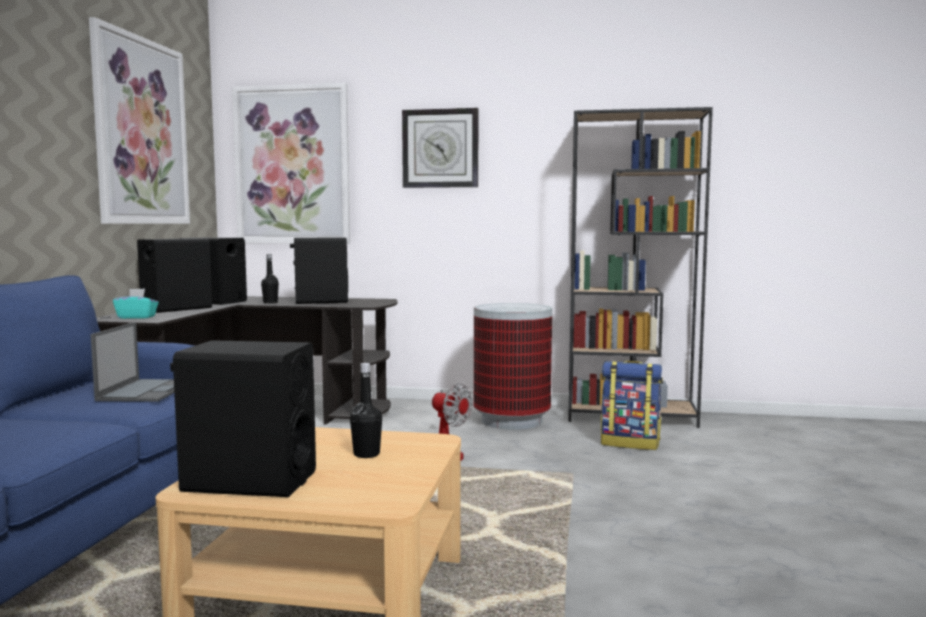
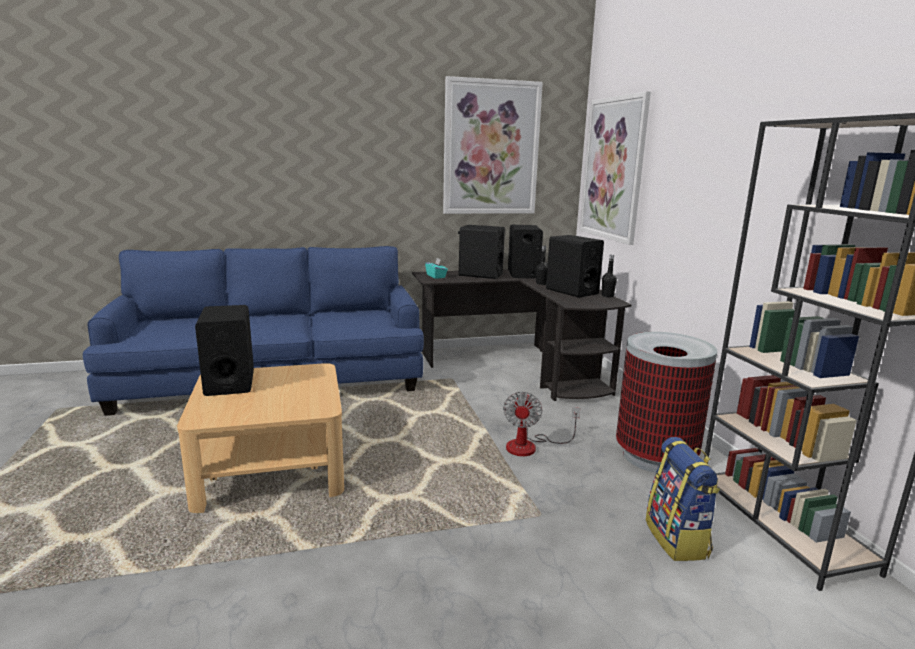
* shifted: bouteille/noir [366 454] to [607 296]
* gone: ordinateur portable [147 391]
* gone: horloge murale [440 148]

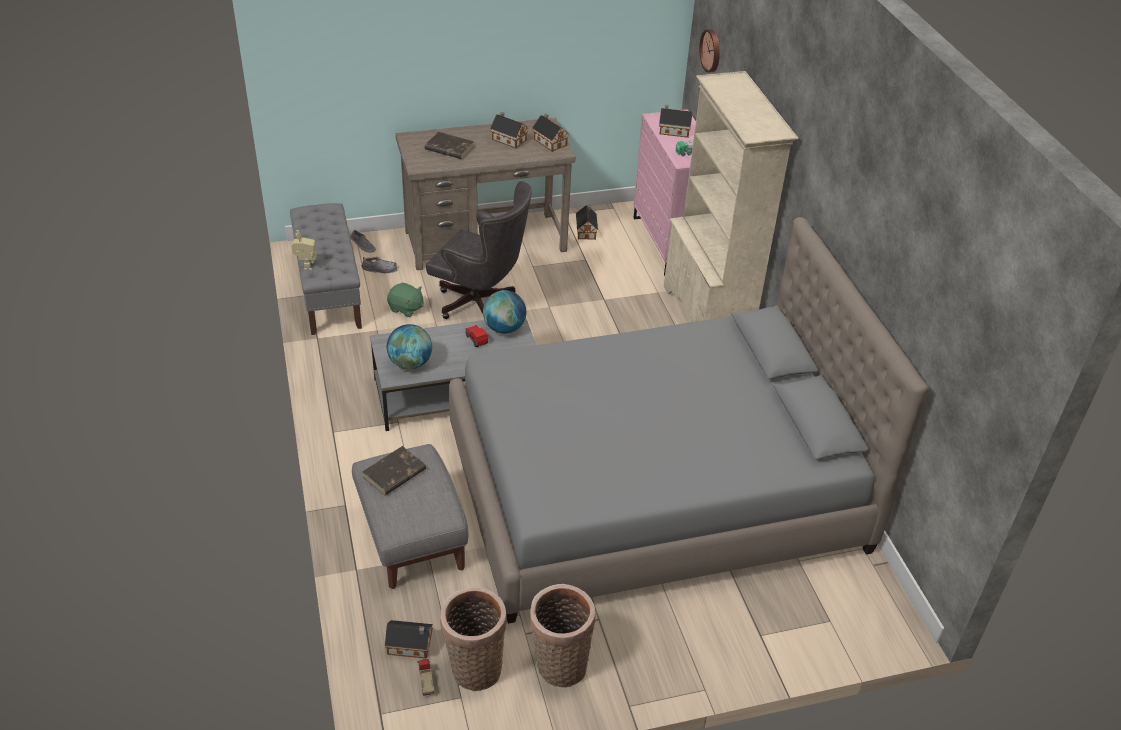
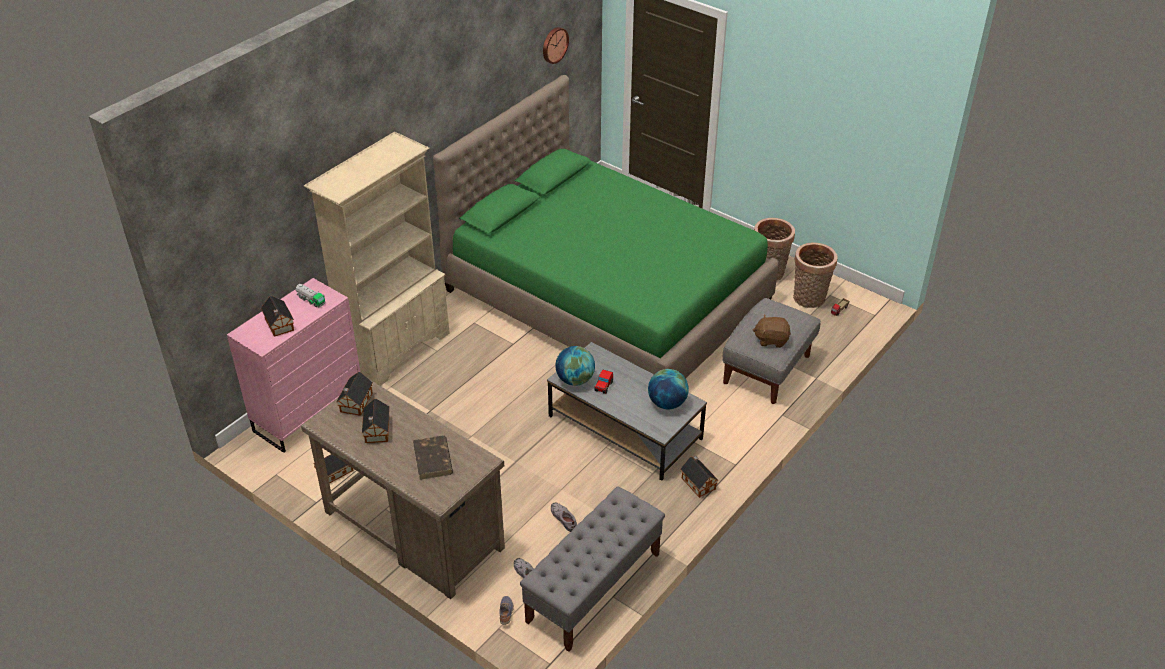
* repainted: lit/gris [655 489] to lit/vert [607 296]
* shifted: horloge murale [711 50] to [554 45]
* swapped: peluche/vert [406 308] to chaussure/gris [563 518]
* shifted: maison miniature [411 646] to [697 482]
* swapped: livre/marron [394 474] to peluche/marron [771 339]
* gone: robot jouet [306 266]
* gone: chaise de bureau/gris [480 305]

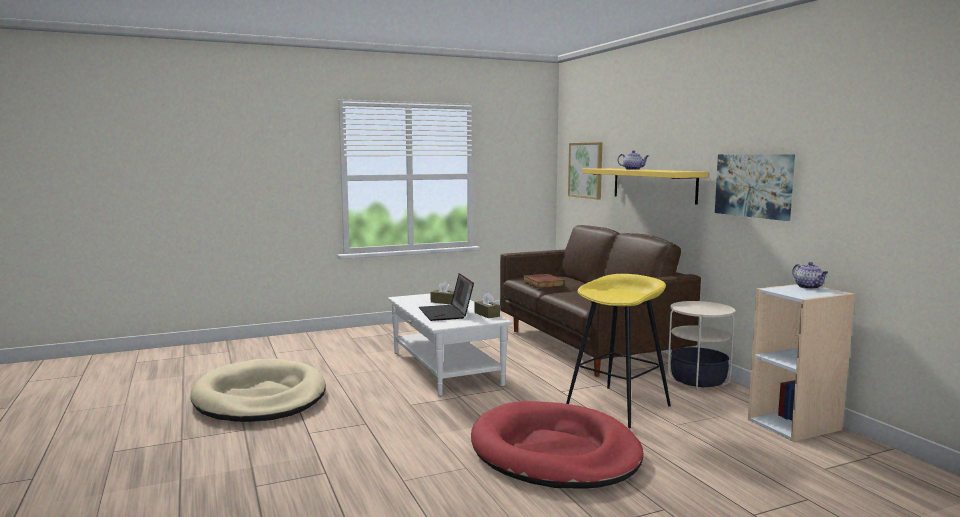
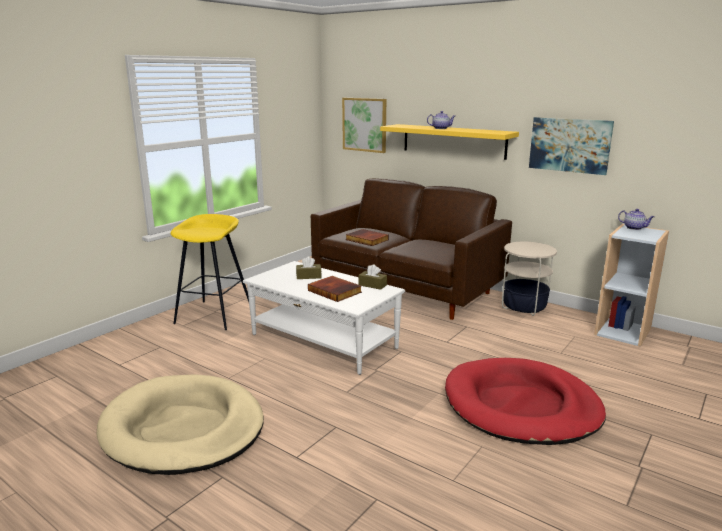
* shifted: tabouret/jaune [618 406] to [214 315]
* swapped: ordinateur portable [446 313] to livre [335 291]

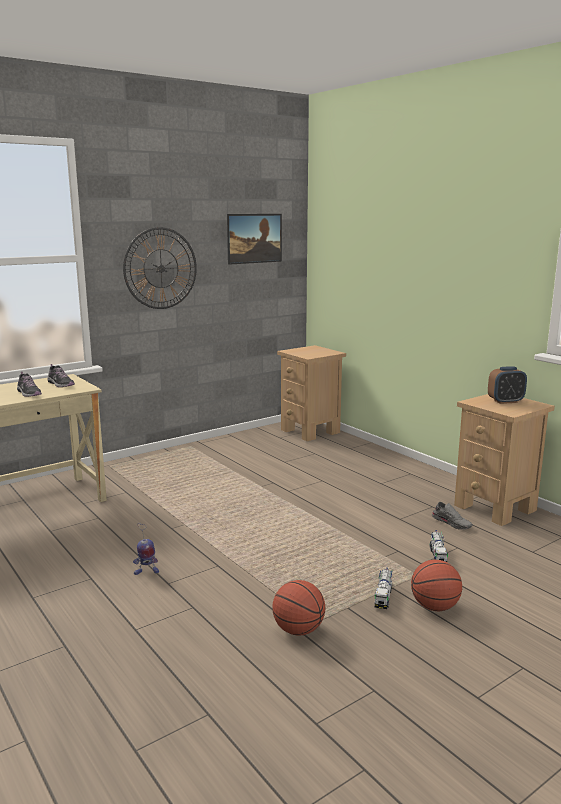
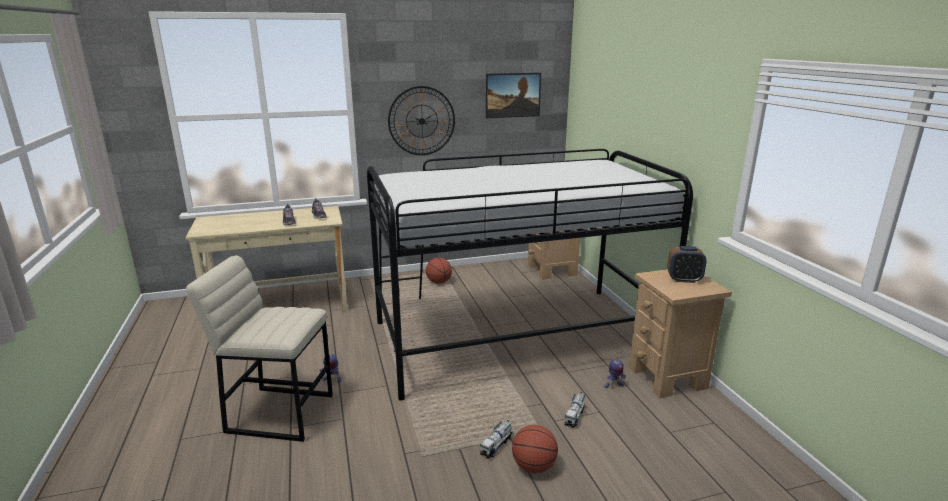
* new: chaise/beige [278 413]
* new: lit/noir [512 336]
* shifted: ballon de basket [298 630] to [439 282]
* swapped: chaussure/gris [452 523] to robot jouet [613 385]

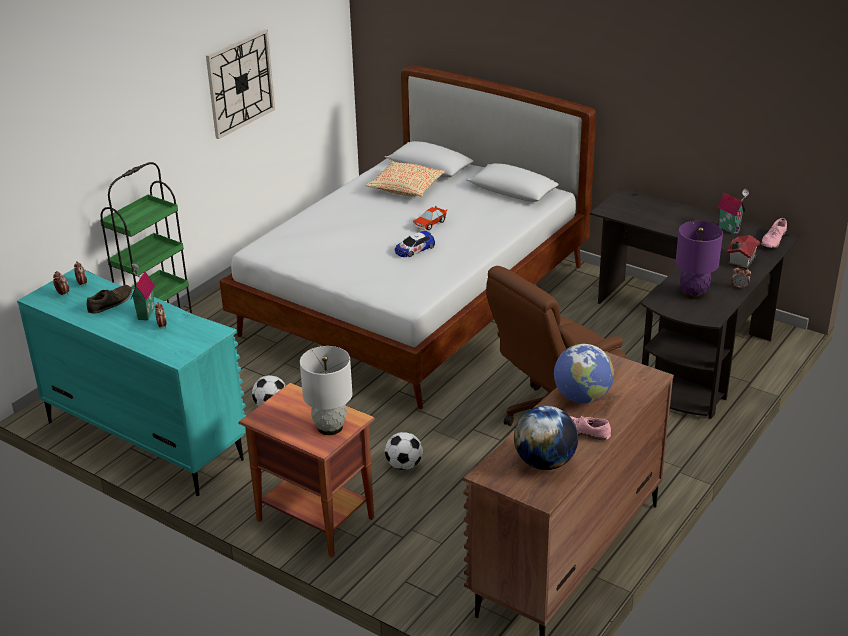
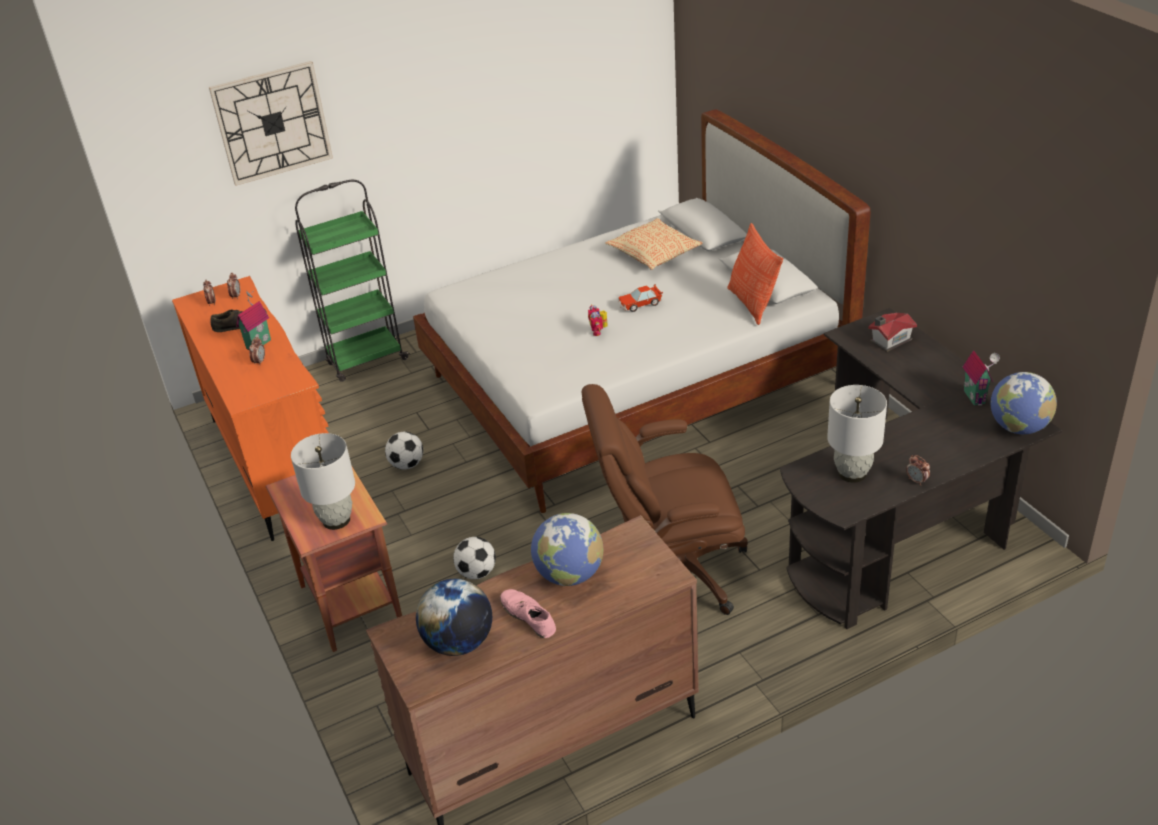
* repainted: commode/turquoise [145 439] to commode/orange [275 465]
* shifted: horloge murale [240 83] to [272 123]
* swapped: petite voiture [414 249] to robot jouet [599 331]
* new: coussin/orange [753 304]
* repainted: lampe de table/violet [693 293] to lampe de table/blanc [852 473]
* shifted: maison miniature [740 260] to [889 340]
* swapped: chaussure/rose [773 240] to globe [1018 427]

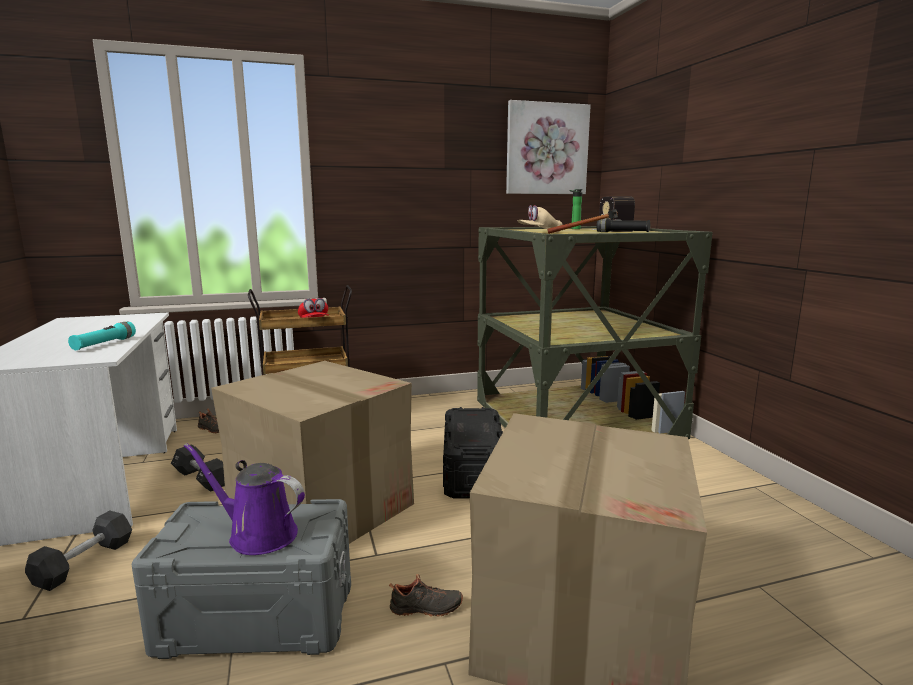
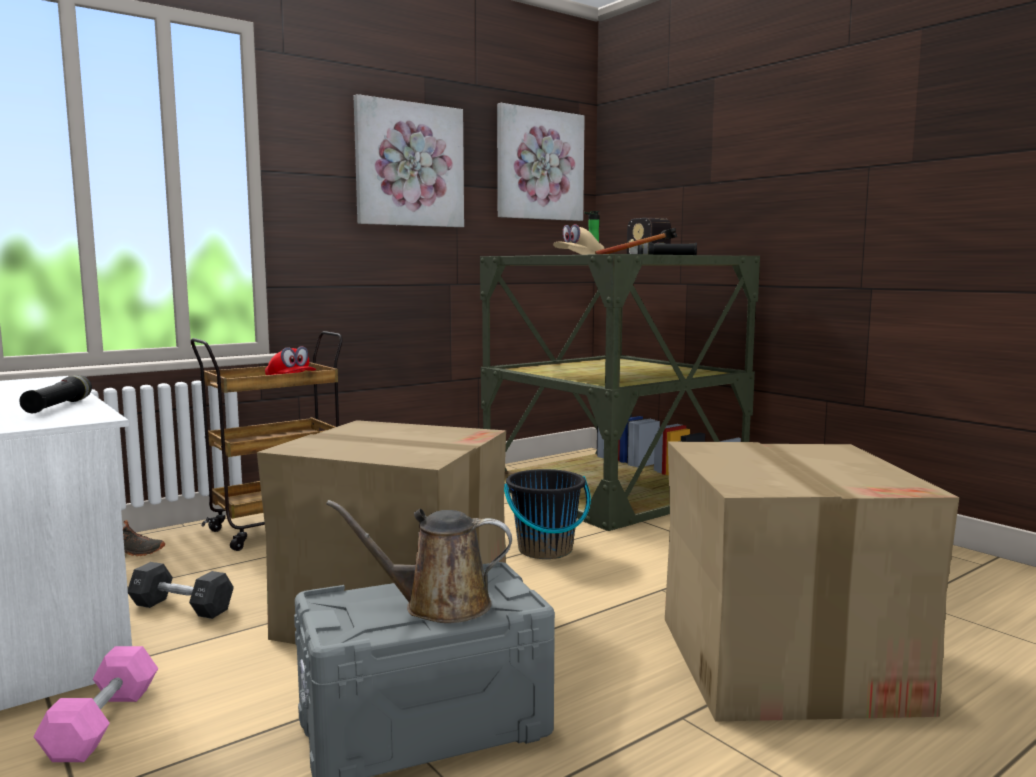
* repainted: lampe de poche/turquoise [104 344] to lampe de poche/noir [58 407]
* repainted: haltère/noir [84 563] to haltère/rose [102 723]
* repainted: arrosoir/violet [257 534] to arrosoir/marron [438 605]
* new: tableau [409 165]
* swapped: boîte de rangement/noir [473 471] to seau/noir [545 550]
* gone: chaussure/noir [426 609]

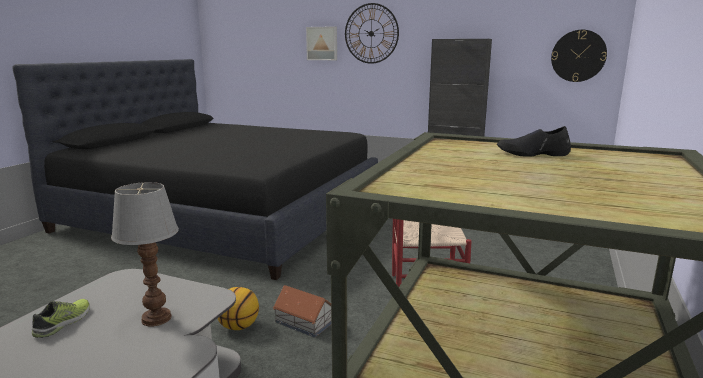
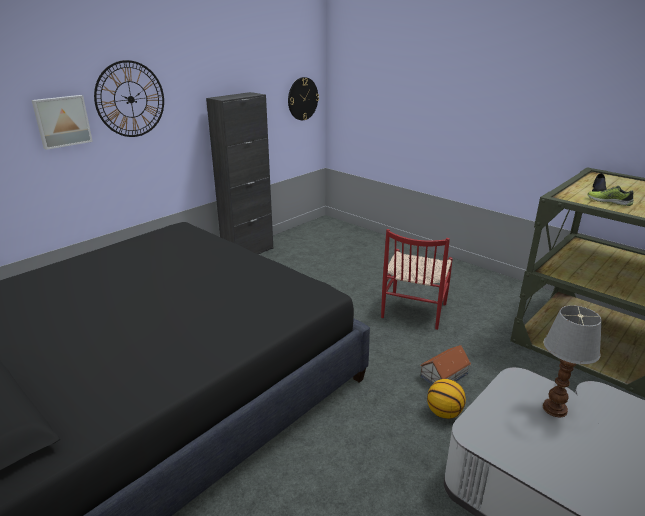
* shifted: chaussure [64 322] to [609 201]

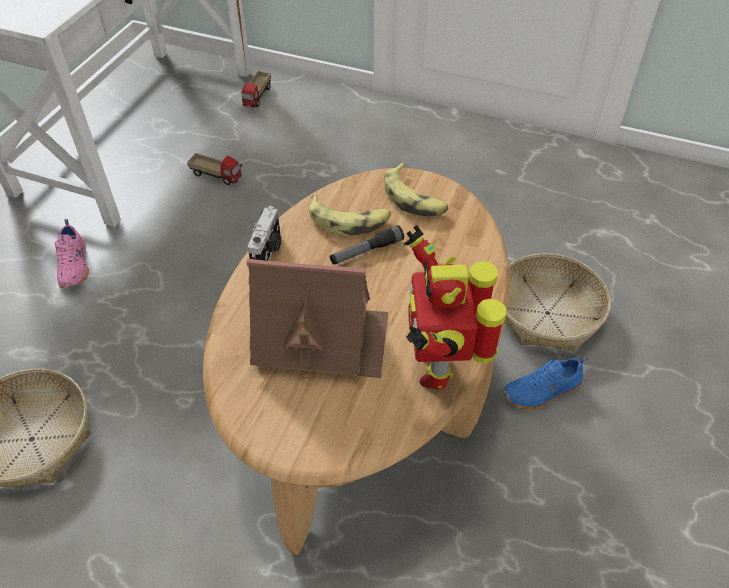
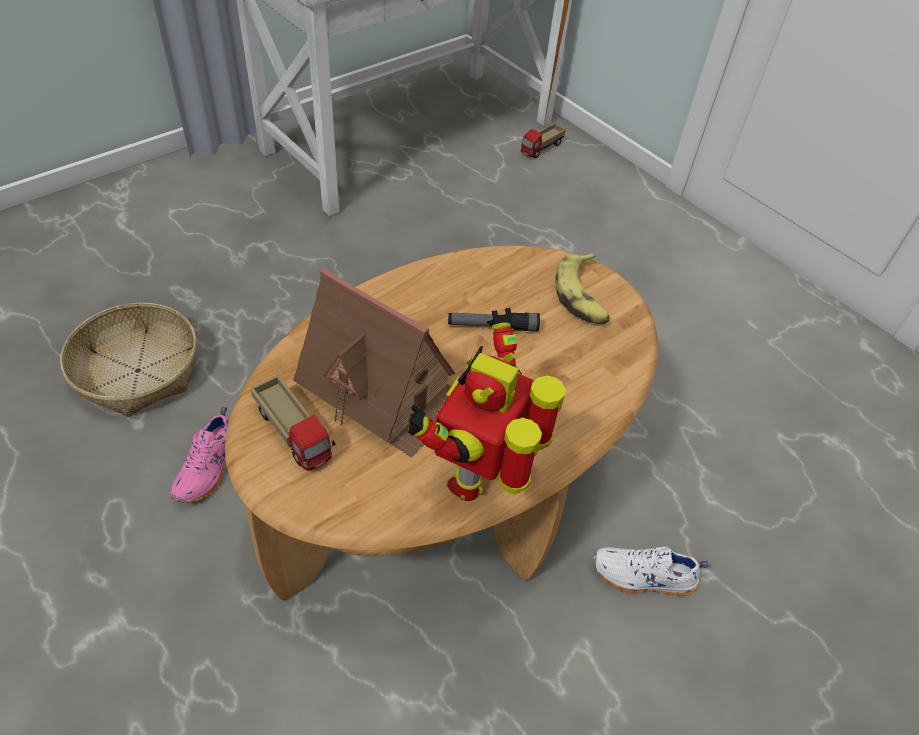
* shifted: chaussure/rose [75 266] to [209 469]
* shifted: camion jouet [217 176] to [295 434]
* repainted: chaussure/bleu [543 392] to chaussure/blanc [643 578]
* gone: appareil photo [268 251]
* gone: banane [349 220]
* gone: panier [548 313]

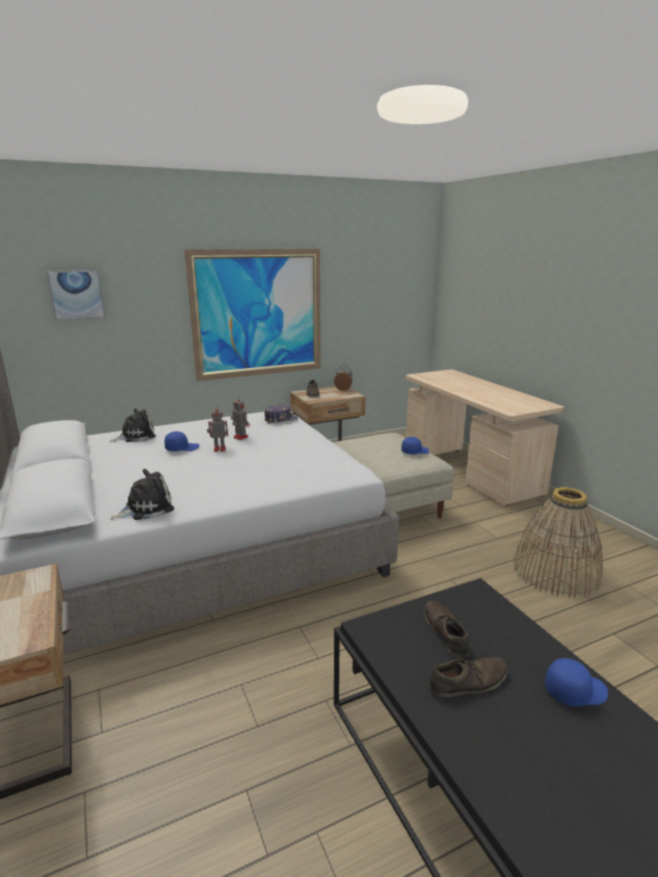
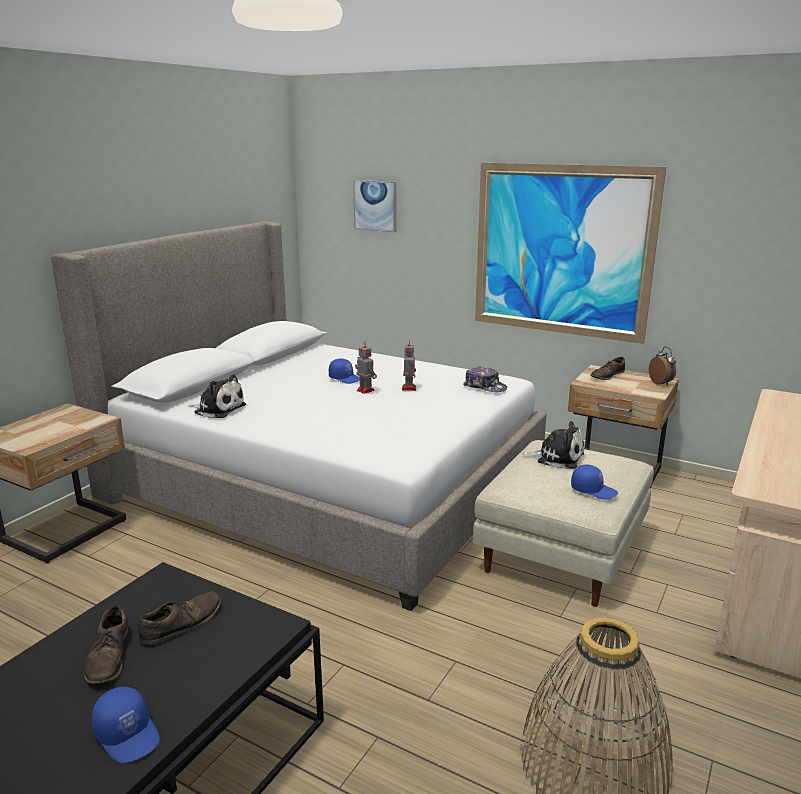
* rotated: chaussure/marron [468 682] = [109 657] 45 degrees clockwise
* shifted: peluche [135 436] to [557 457]

